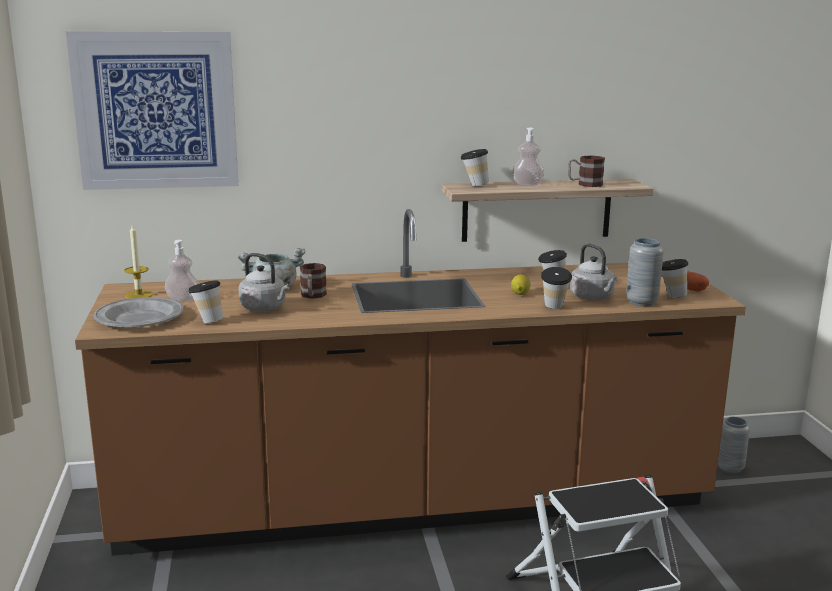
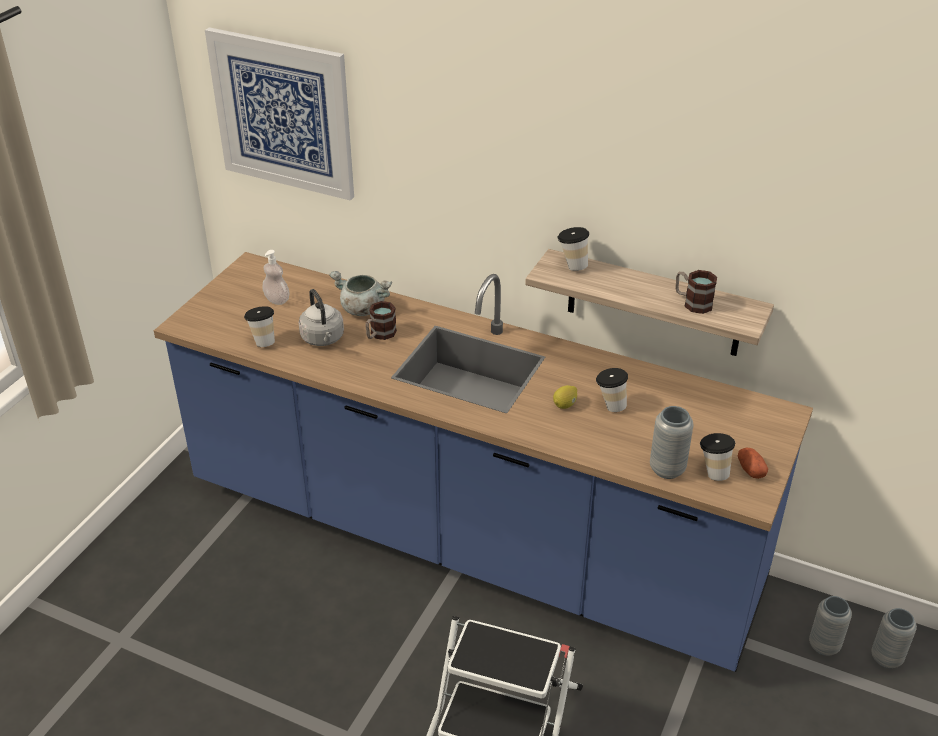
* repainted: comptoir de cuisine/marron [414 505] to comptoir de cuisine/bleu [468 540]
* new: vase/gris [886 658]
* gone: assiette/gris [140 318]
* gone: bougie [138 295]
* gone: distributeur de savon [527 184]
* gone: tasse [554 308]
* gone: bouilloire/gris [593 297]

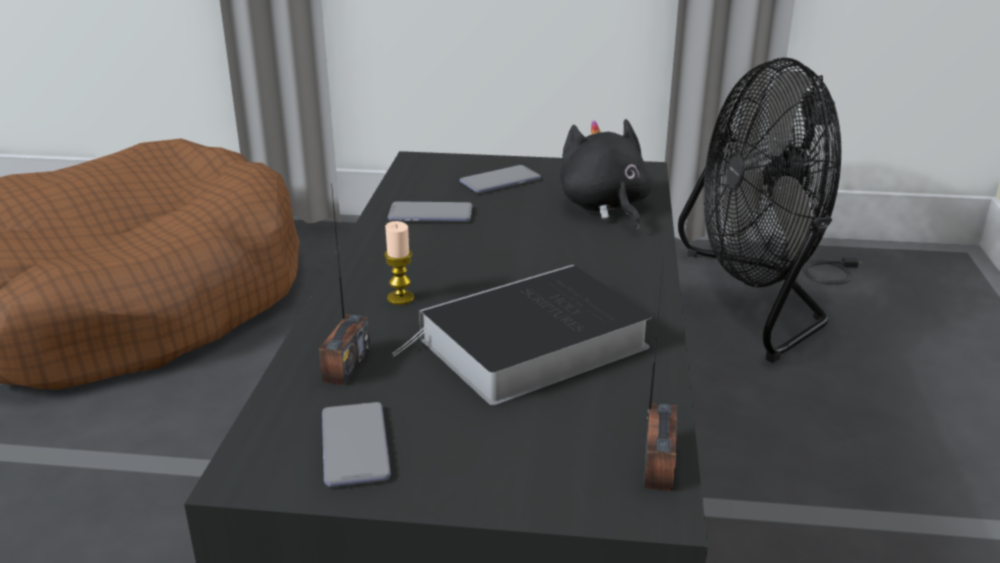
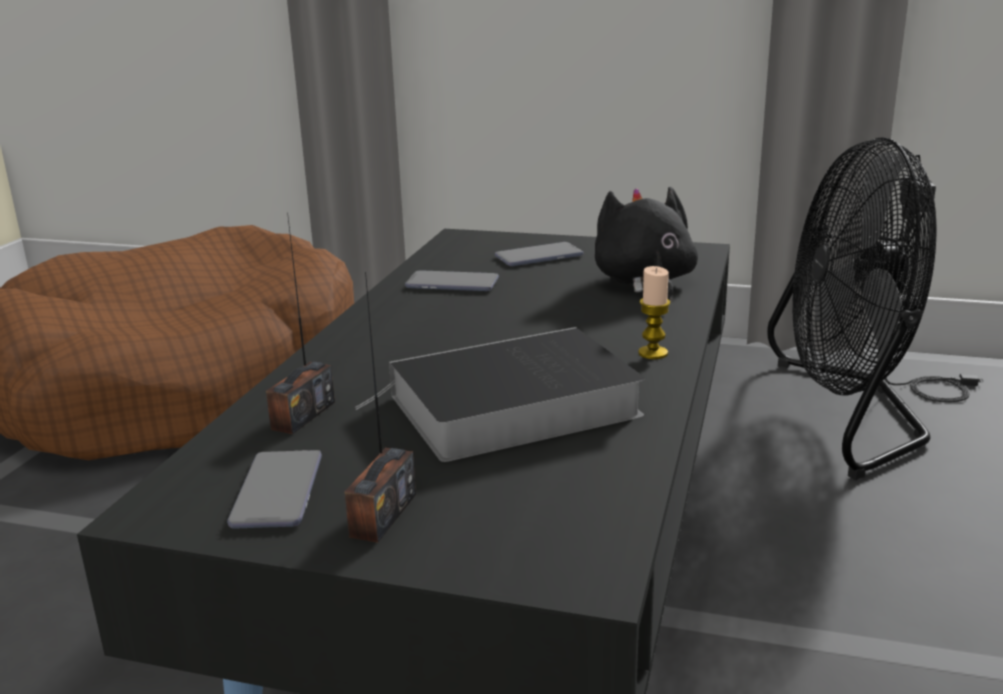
* shifted: radio [658 463] to [382 515]
* shifted: bougie [400 298] to [653 353]

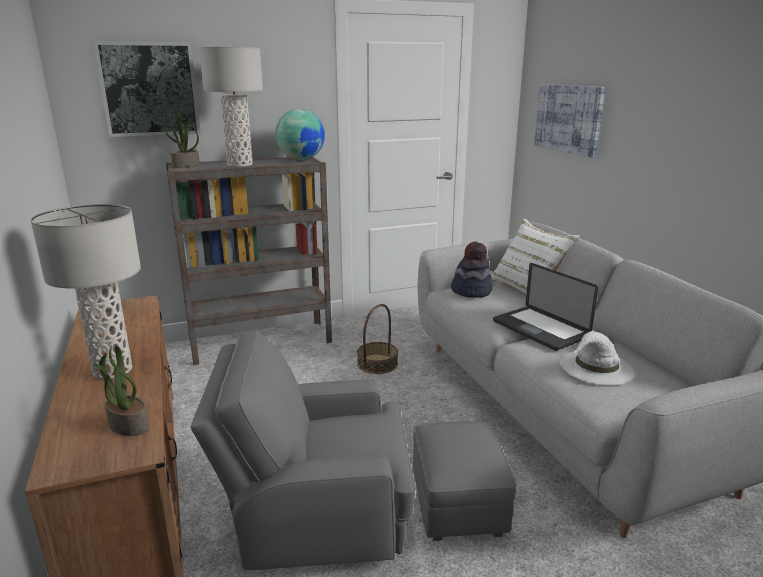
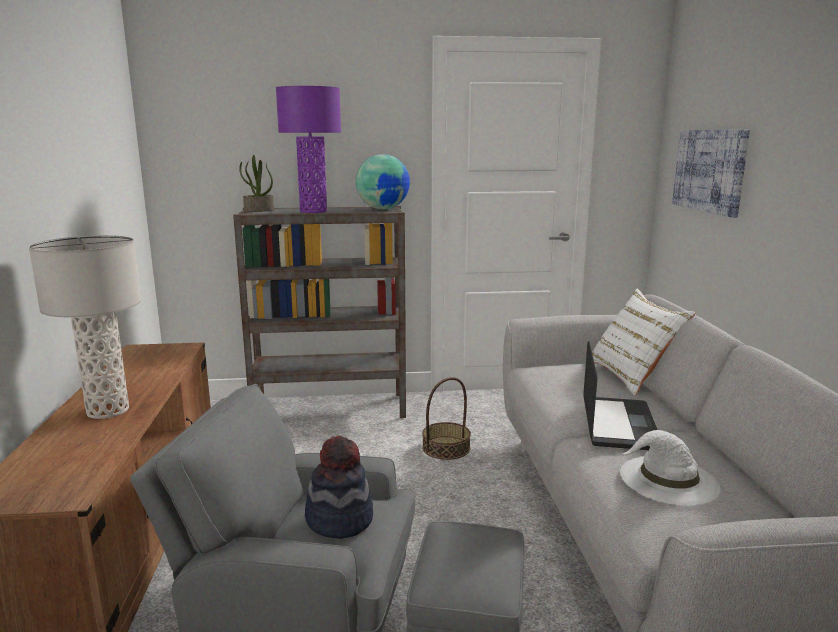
* repainted: lampe de table/blanc [239 164] to lampe de table/violet [313 211]
* shifted: chapeau [471 291] to [339 519]
* rotated: ordinateur portable [540 329] = [619 424] 150 degrees counterclockwise
* gone: tableau [149 89]
* gone: plante en pot [127 425]

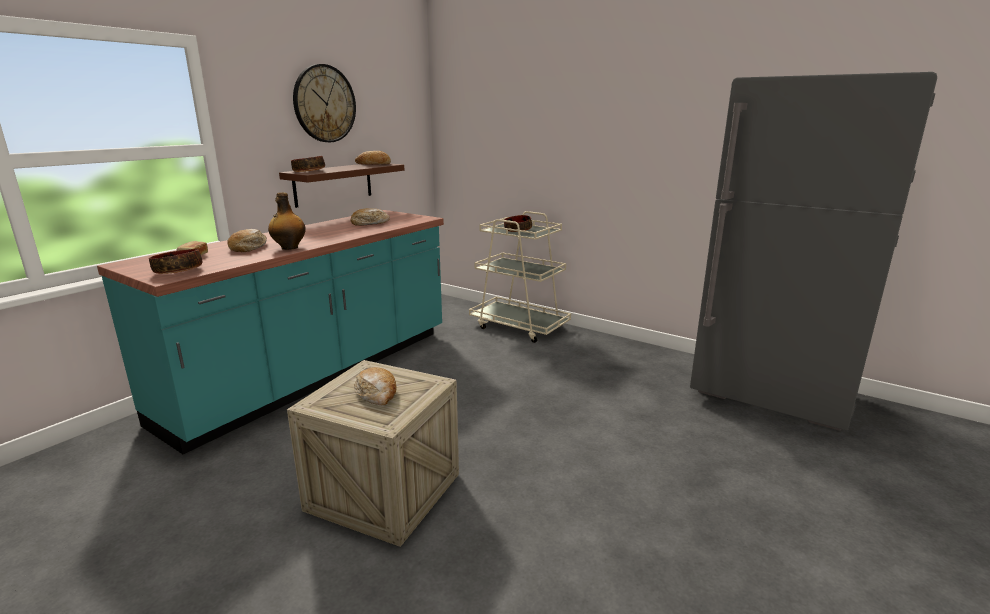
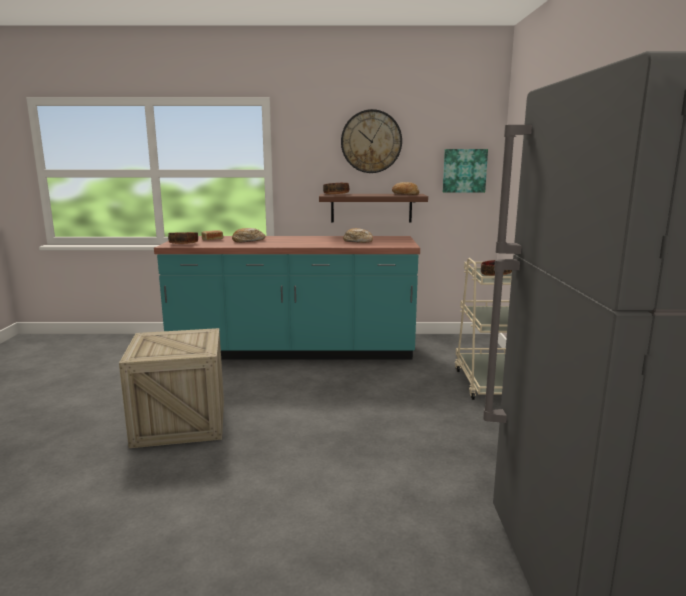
* new: tableau [464 170]
* gone: bouteille [289 248]
* gone: pain [377 394]

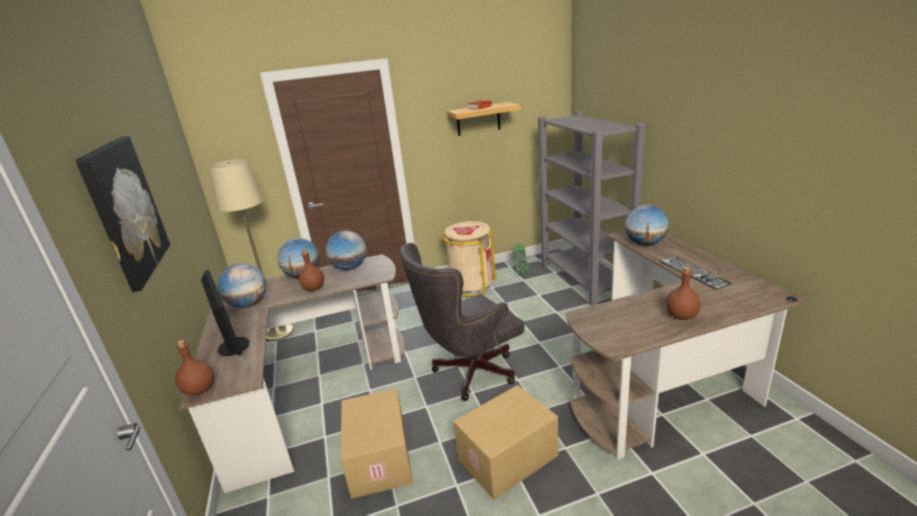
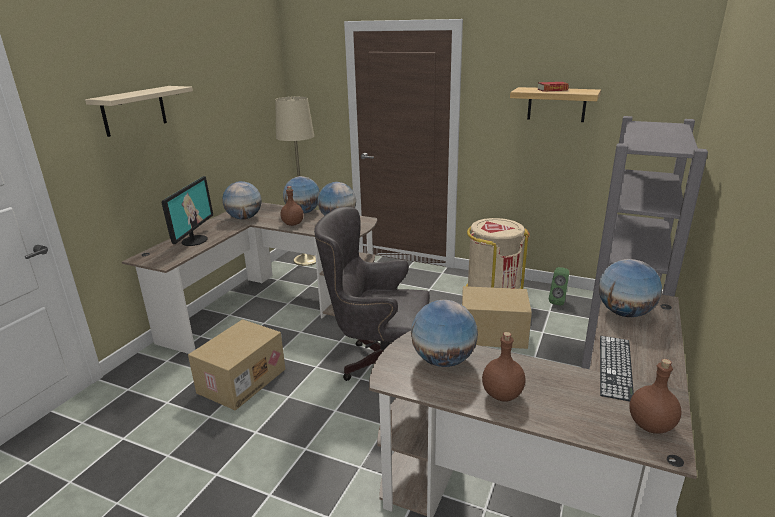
* swapped: tableau [125 210] to étagère/beige [134 110]
* new: globe [443 360]
* shifted: carton [508 459] to [492 334]
* shifted: bouteille/marron [200 390] to [651 426]

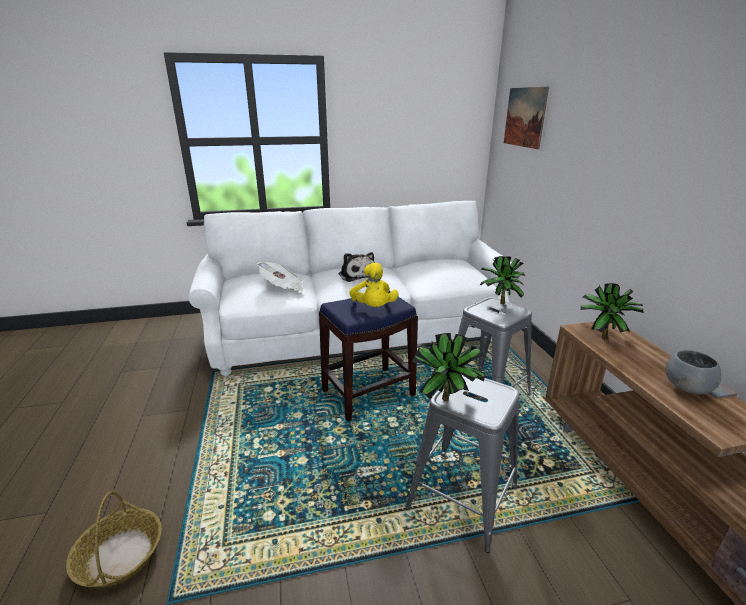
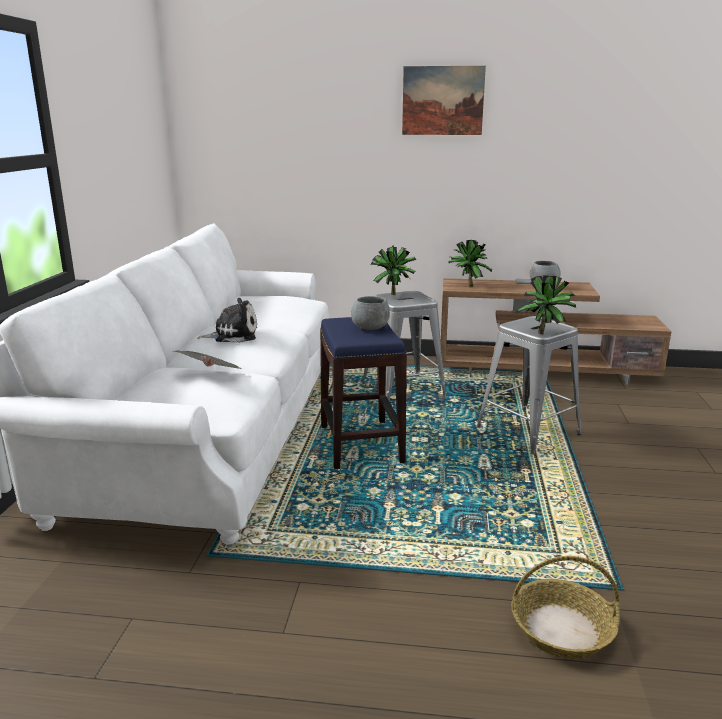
* swapped: peluche/jaune [373 308] to bol/gris [370 328]
* shifted: tableau [524 117] to [442 101]

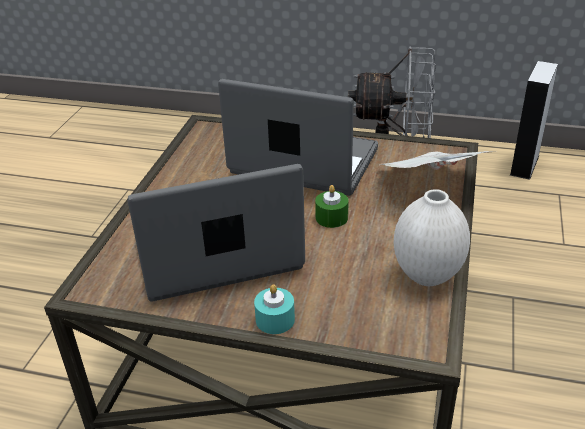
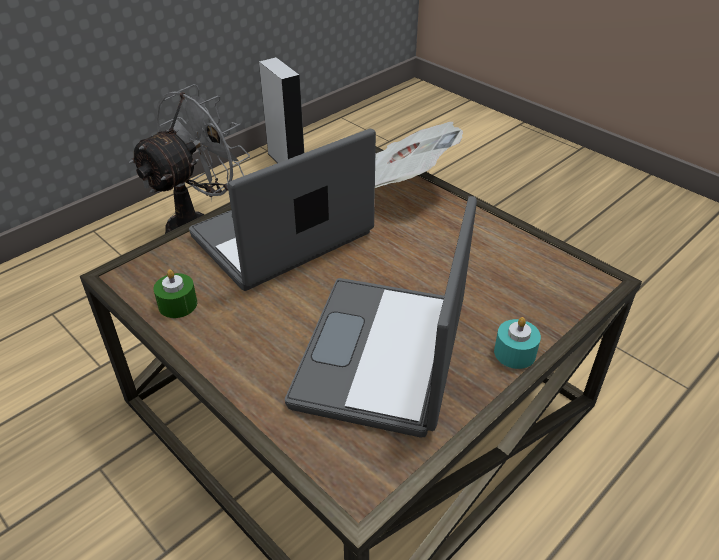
* shifted: bougie/vert [331 217] to [178 304]
* gone: vase/blanc [426 275]

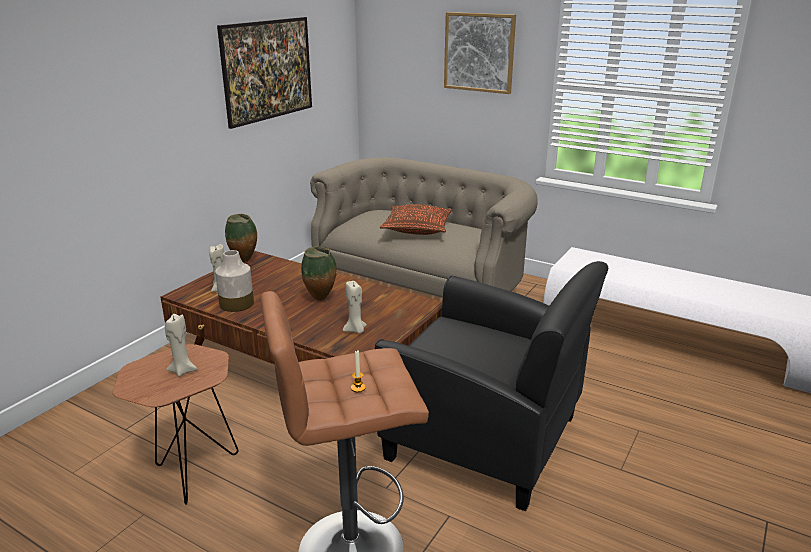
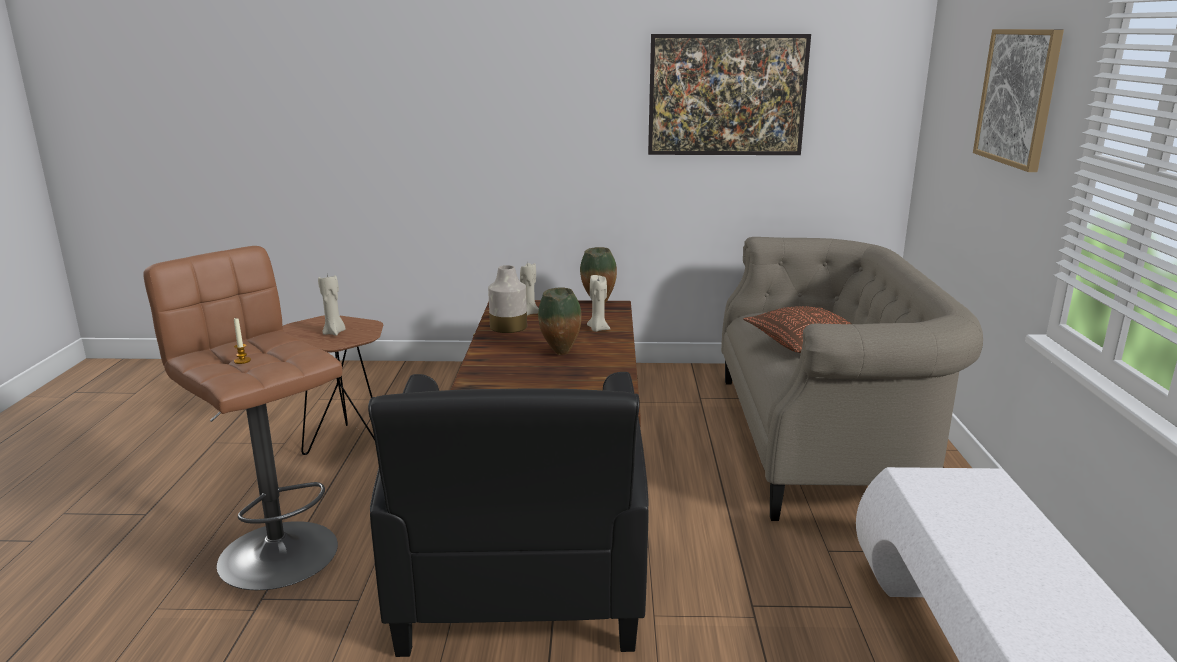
* shifted: bougie/beige [355 330] to [597 329]

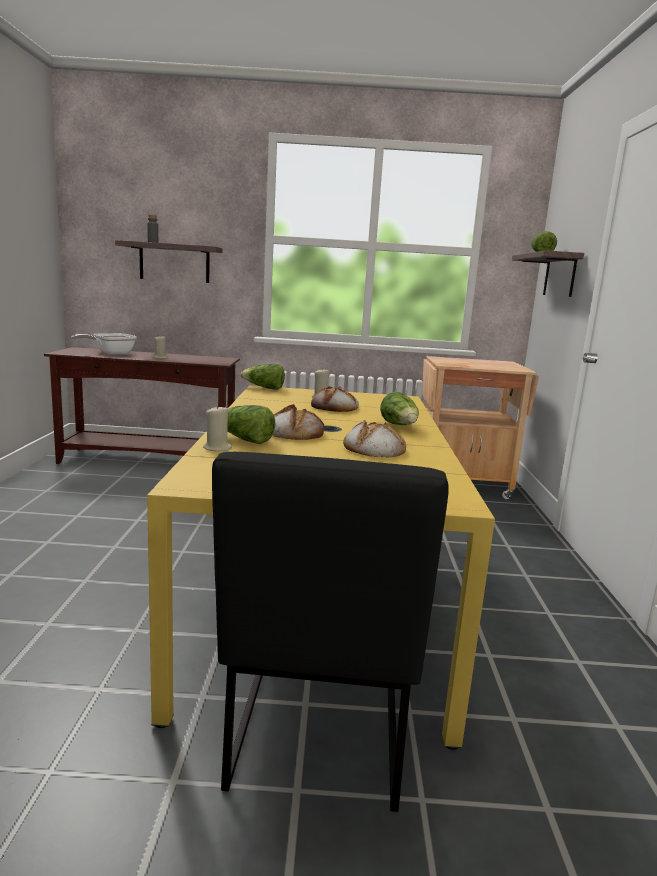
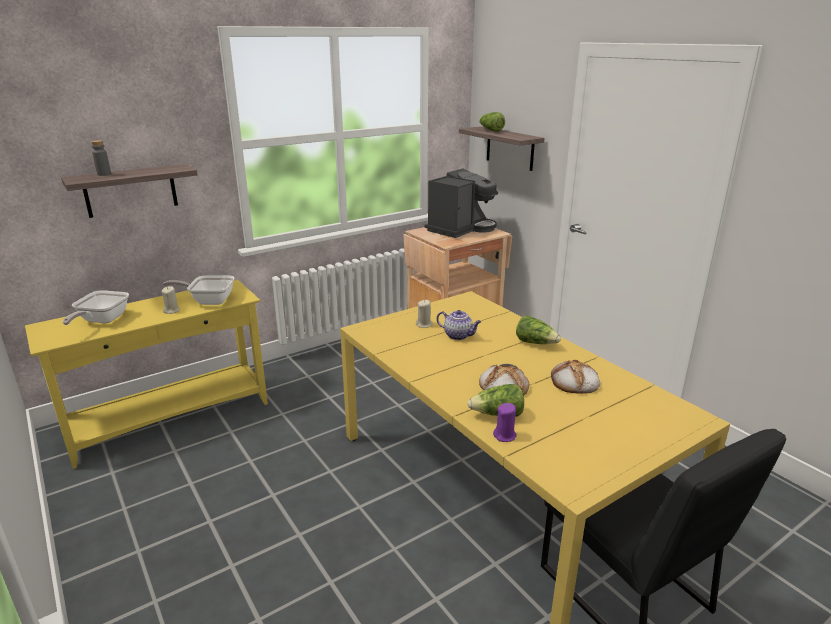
* repainted: table console/marron [149 461] to table console/jaune [171 418]
* new: poêle [209 301]
* new: machine à café [461 228]
* swapped: pain [335 407] to théière [458 335]
* repainted: bougie/beige [217 448] to bougie/violet [505 436]
* gone: laitue [264 388]

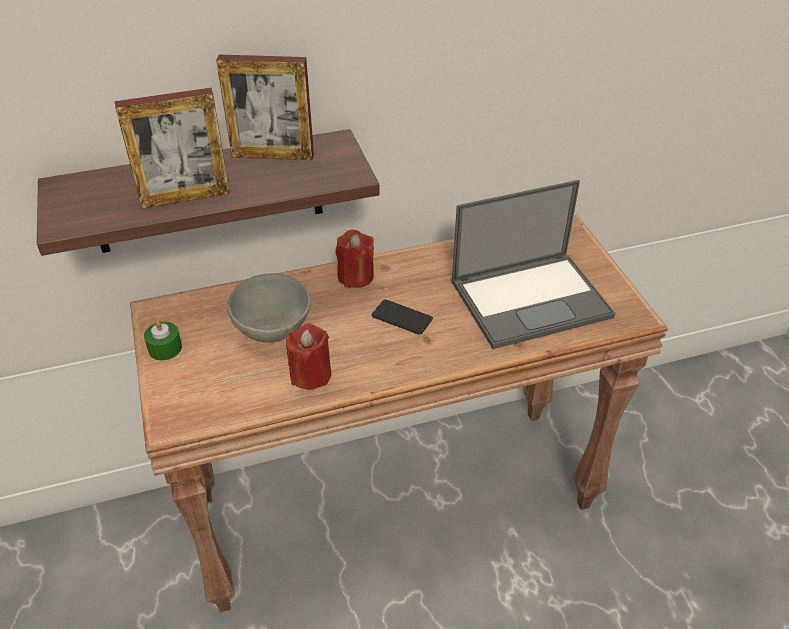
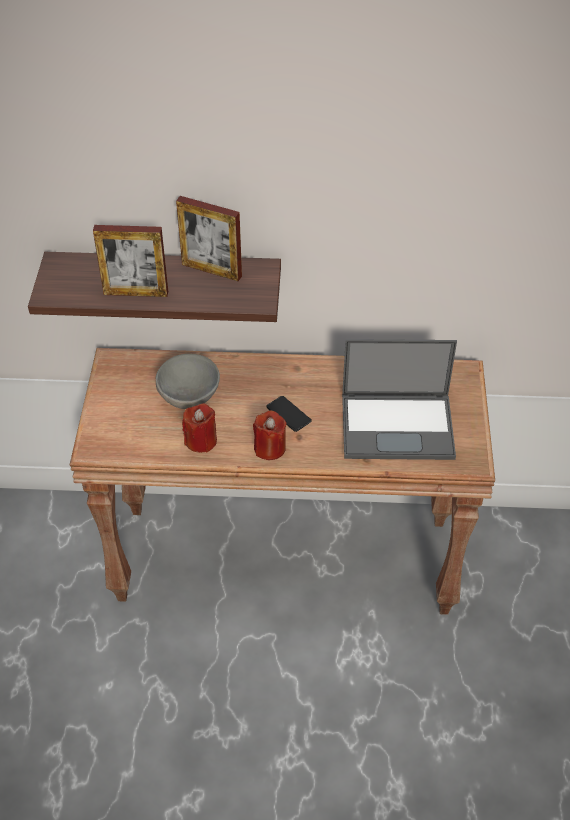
* shifted: bougie/rouge [355 276] to [269 448]
* gone: bougie/vert [165 348]

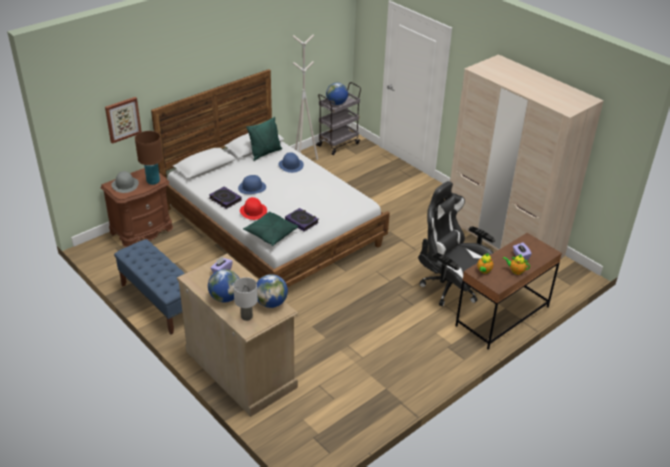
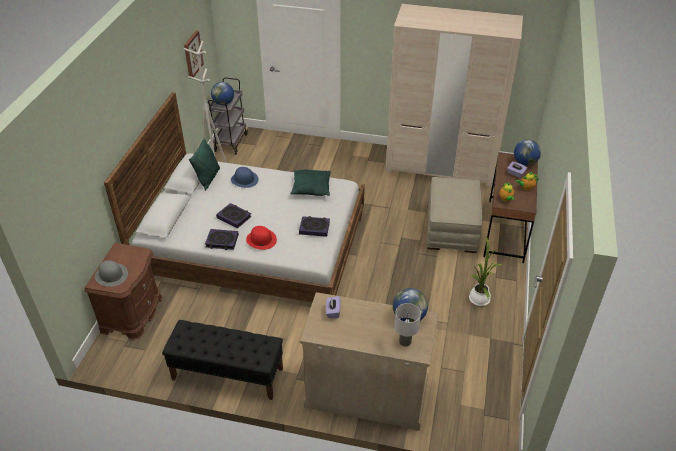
* repainted: banc/bleu [160 301] to banc/noir [227 374]
* shifted: tableau [122 119] to [192 54]
* swapped: chapeau/bleu [252 187] to livre [234 217]
* shifted: coussin/vert [270 234] to [311 188]
* swapped: chaise de bureau/noir [453 290] to pouf/beige [451 227]
* new: plante en pot [479 297]
* shifted: globe [225 298] to [524 163]
* gone: lampe de table/marron [153 181]

